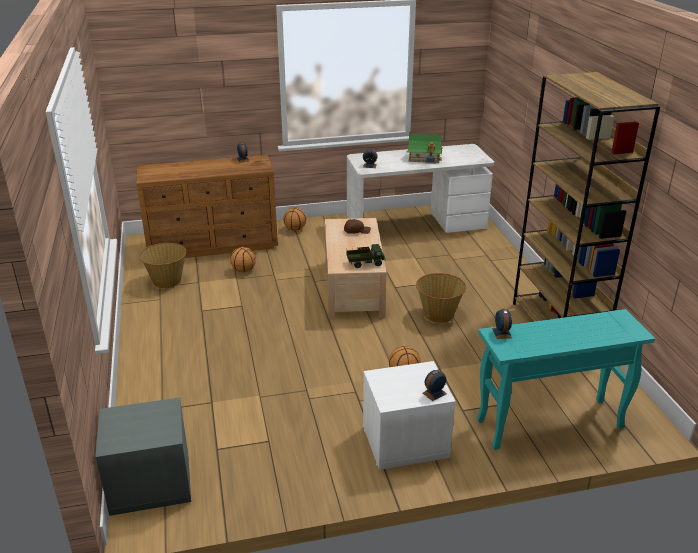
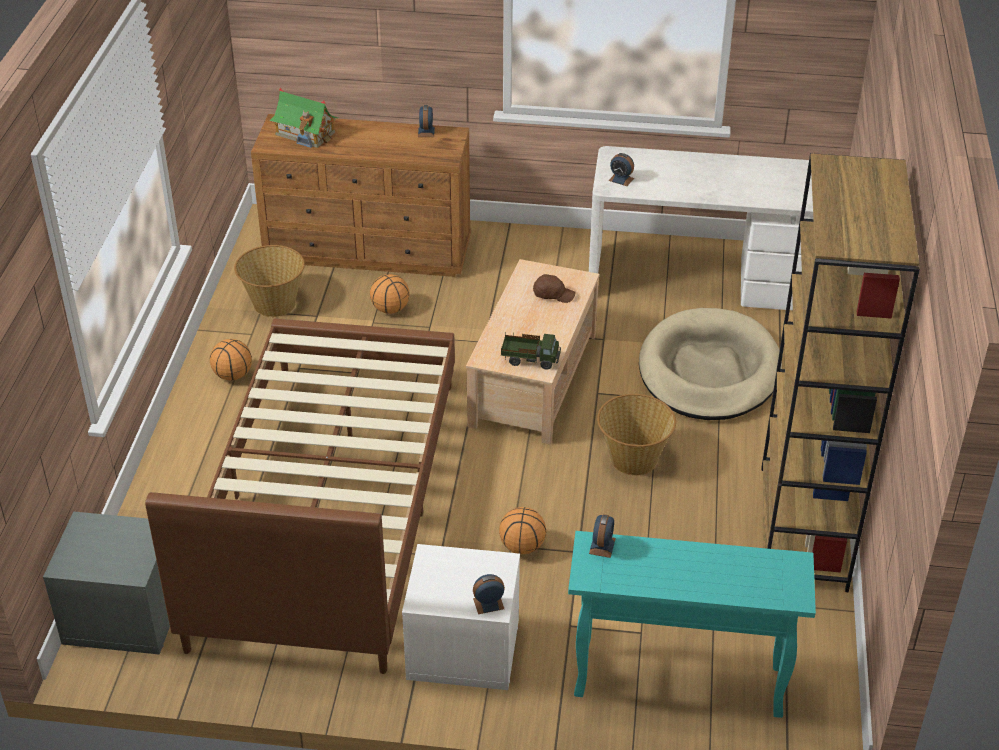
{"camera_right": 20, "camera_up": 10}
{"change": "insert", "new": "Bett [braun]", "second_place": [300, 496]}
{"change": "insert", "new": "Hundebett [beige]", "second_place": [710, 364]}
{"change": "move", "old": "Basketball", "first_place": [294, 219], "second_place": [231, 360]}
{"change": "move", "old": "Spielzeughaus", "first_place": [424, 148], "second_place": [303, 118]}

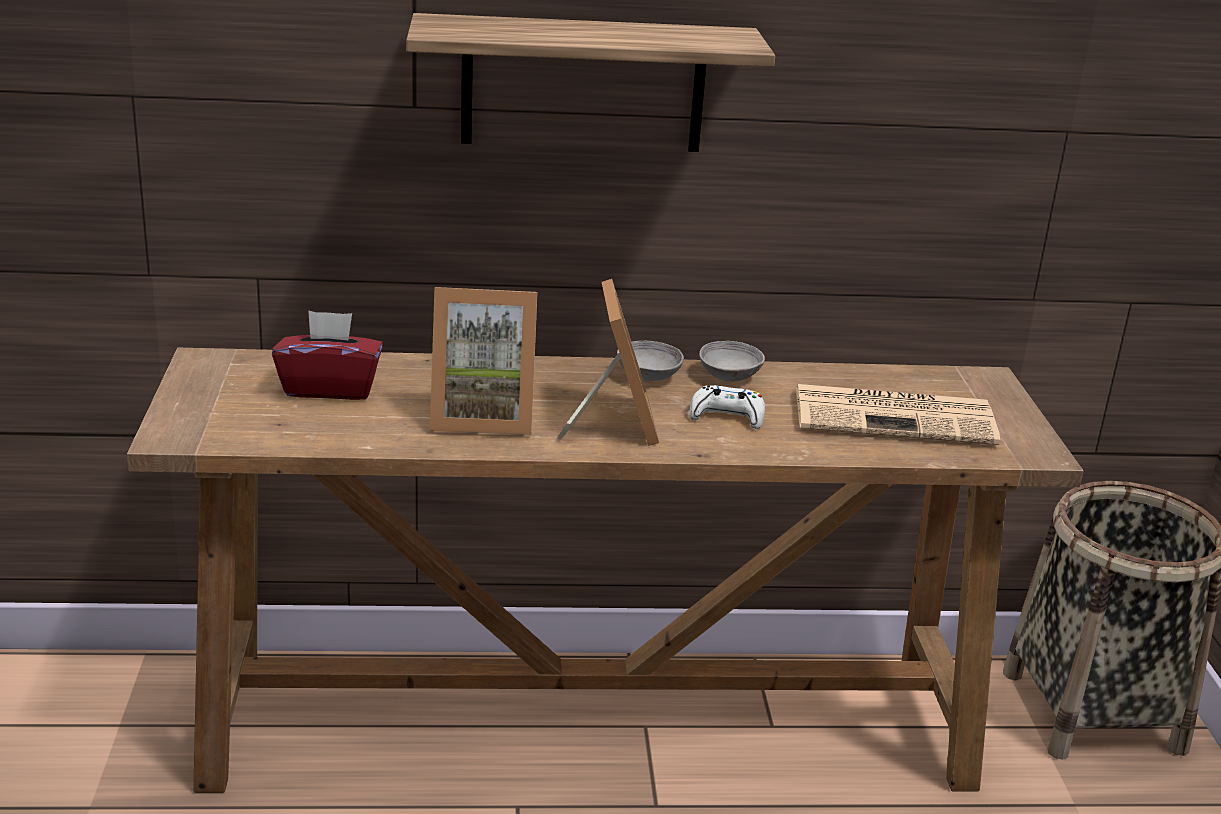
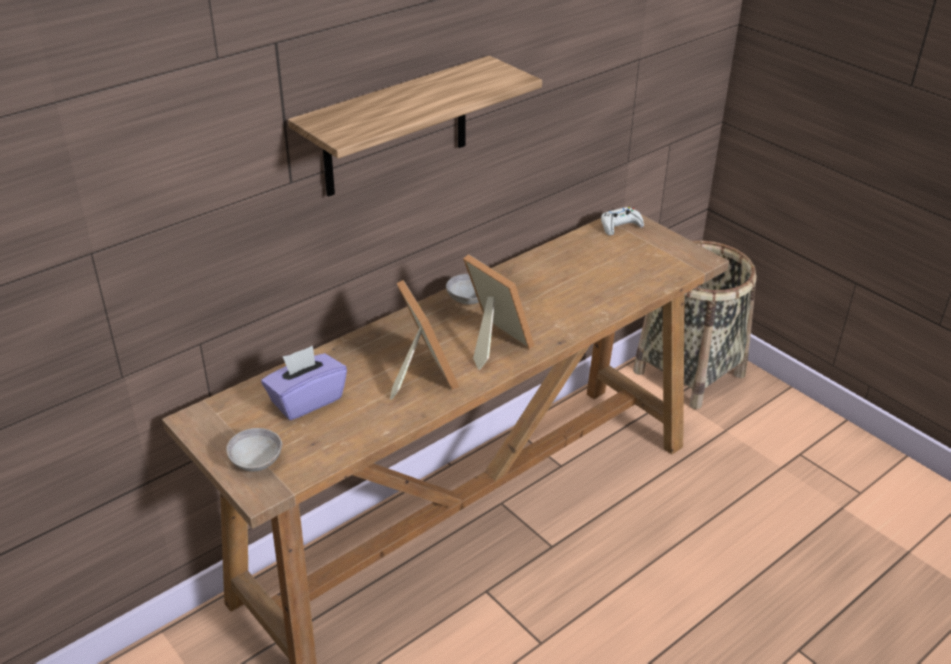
{"camera_right": -35, "camera_up": 10}
{"change": "delete", "old": "Zeitung", "first_place": [898, 414]}
{"change": "move", "old": "Gamepad [weiß]", "first_place": [727, 407], "second_place": [622, 221]}
{"change": "move", "old": "Schüssel [grau]", "first_place": [732, 361], "second_place": [254, 450]}
{"change": "recolor", "old": "Taschentuchbox [rot]", "new": "Taschentuchbox [lila]", "first_place": [327, 355], "second_place": [304, 382]}
{"change": "rotate", "old": "Bilderrahmen", "first_place": [484, 361], "second_place": [424, 340], "degrees": -75}

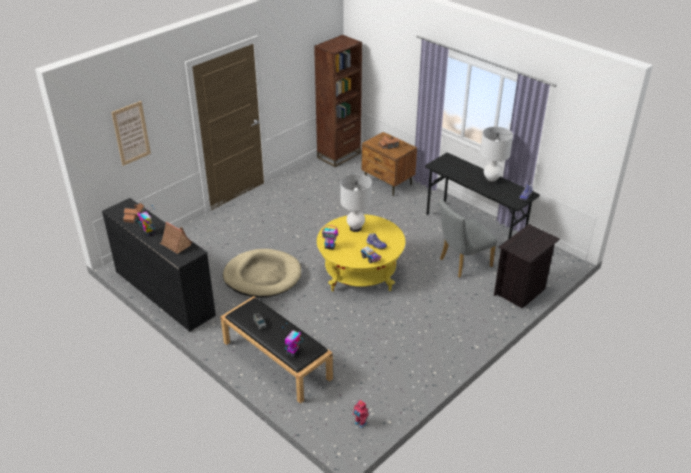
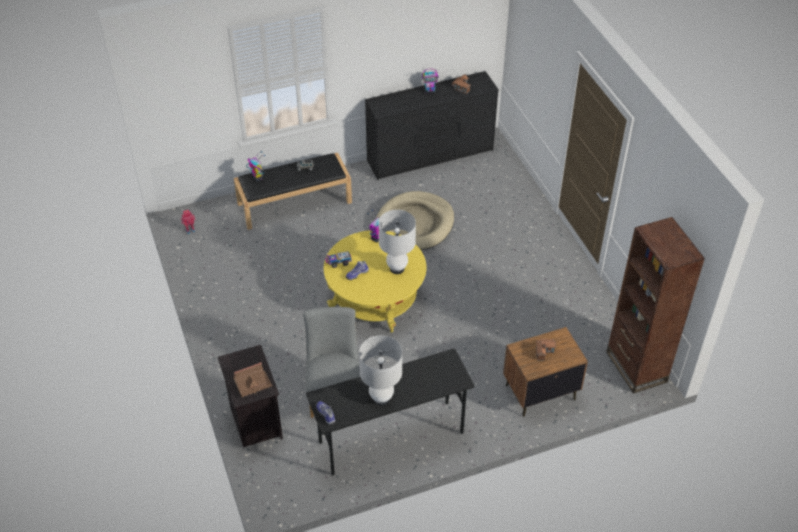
{"camera_right": 115, "camera_up": 10}
{"change": "delete", "old": "Bild", "first_place": [131, 133]}
{"change": "move", "old": "Spielzeughaus", "first_place": [176, 238], "second_place": [252, 379]}

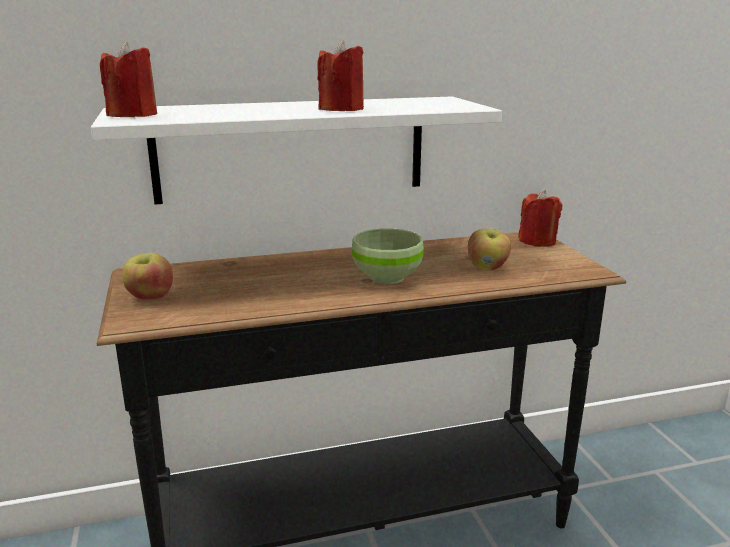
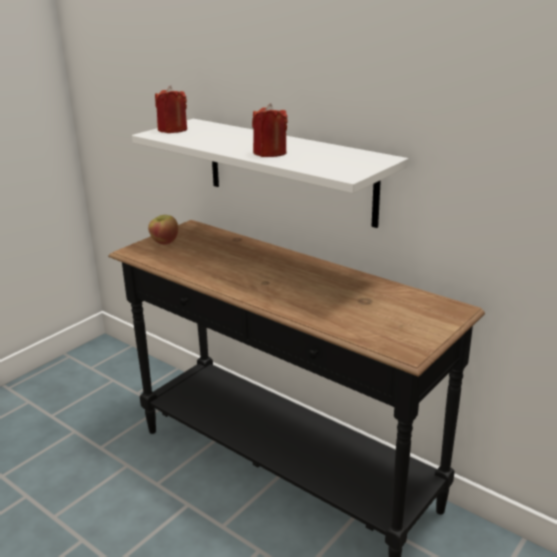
{"camera_right": 55, "camera_up": 5}
{"change": "delete", "old": "Schüssel [grün]", "first_place": [388, 256]}
{"change": "delete", "old": "Apfel", "first_place": [489, 249]}
{"change": "delete", "old": "Kerze [rot]", "first_place": [540, 218]}

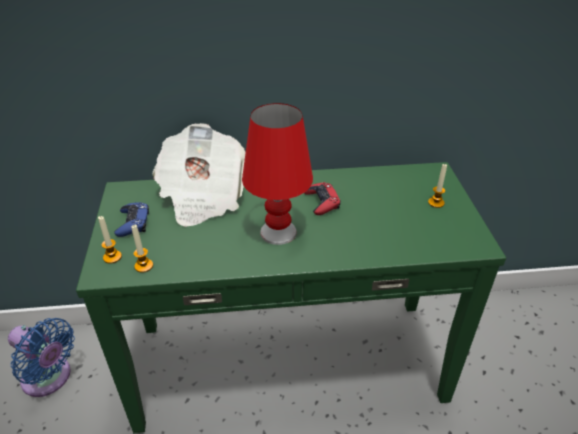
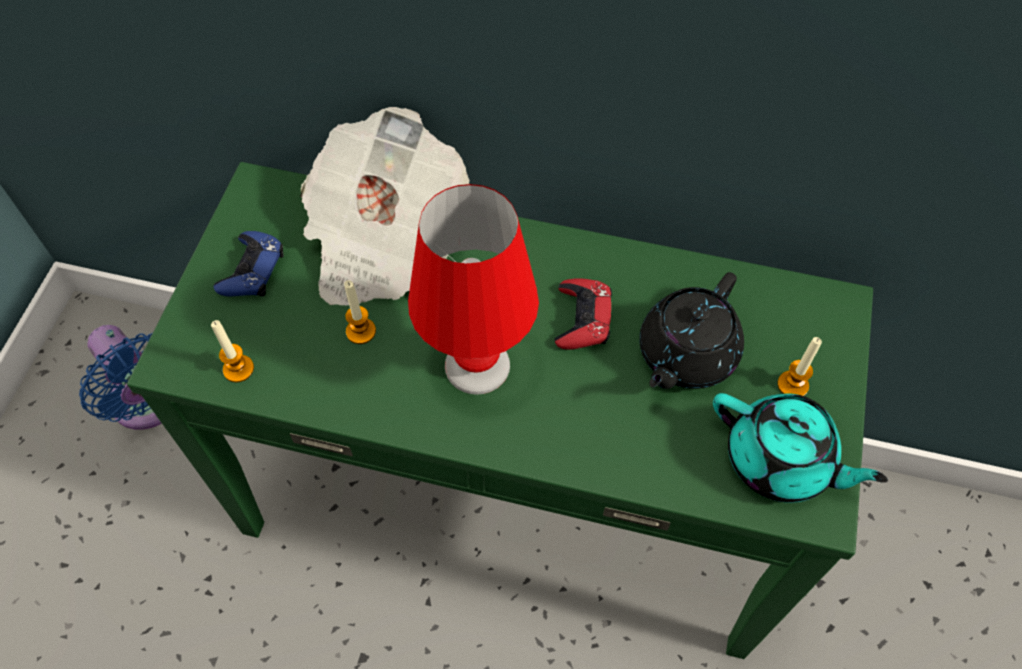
{"camera_right": 20, "camera_up": 20}
{"change": "insert", "new": "Teekanne [schwarz]", "second_place": [691, 330]}
{"change": "insert", "new": "Teekanne [türkis]", "second_place": [800, 448]}
{"change": "move", "old": "Kerze", "first_place": [110, 240], "second_place": [360, 312]}

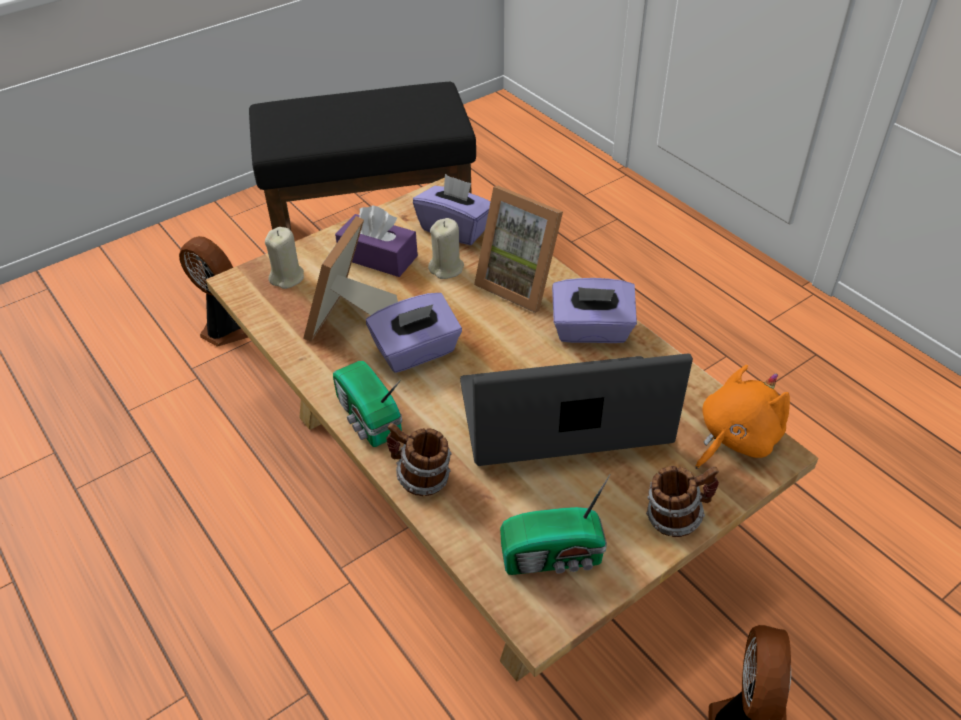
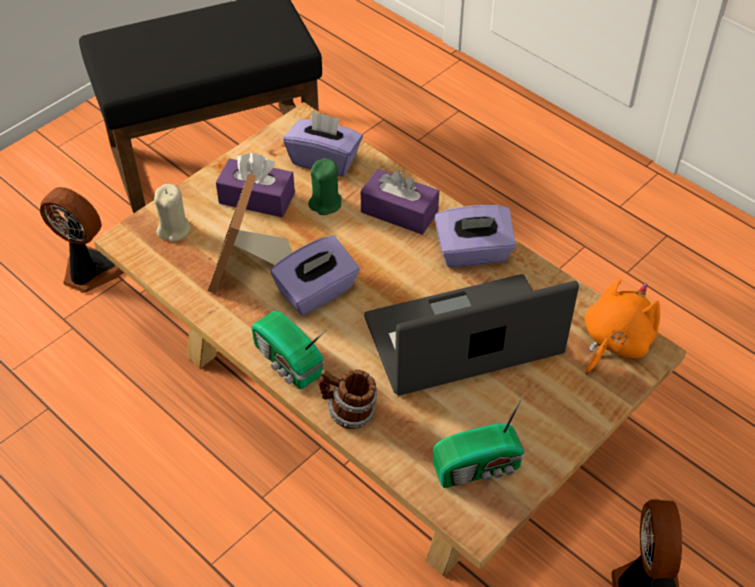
{"camera_right": -10, "camera_up": 5}
{"change": "delete", "old": "Henkelbecher", "first_place": [682, 501]}
{"change": "replace", "old": "Bilderrahmen", "new": "Taschentuchbox [lila]", "first_place": [518, 249], "second_place": [400, 202]}
{"change": "recolor", "old": "Kerze [beige]", "new": "Kerze [grün]", "first_place": [446, 248], "second_place": [325, 186]}

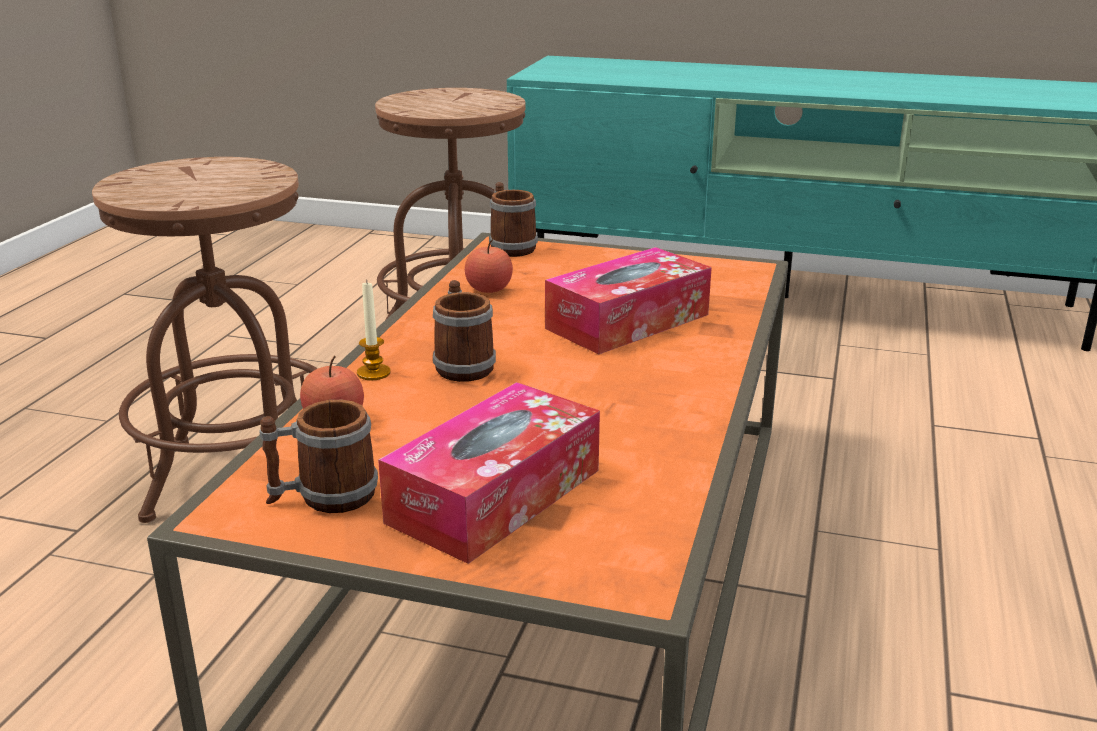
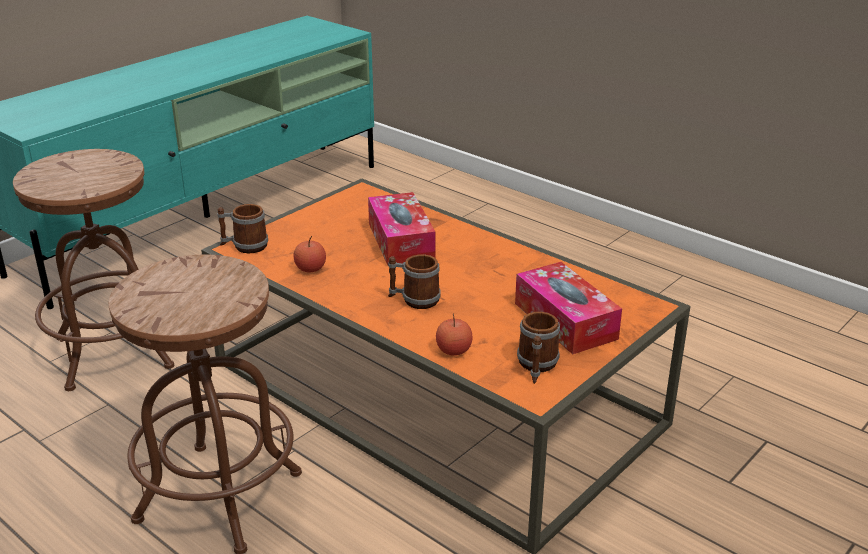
{"camera_right": -65, "camera_up": 5}
{"change": "delete", "old": "Kerze", "first_place": [374, 330]}

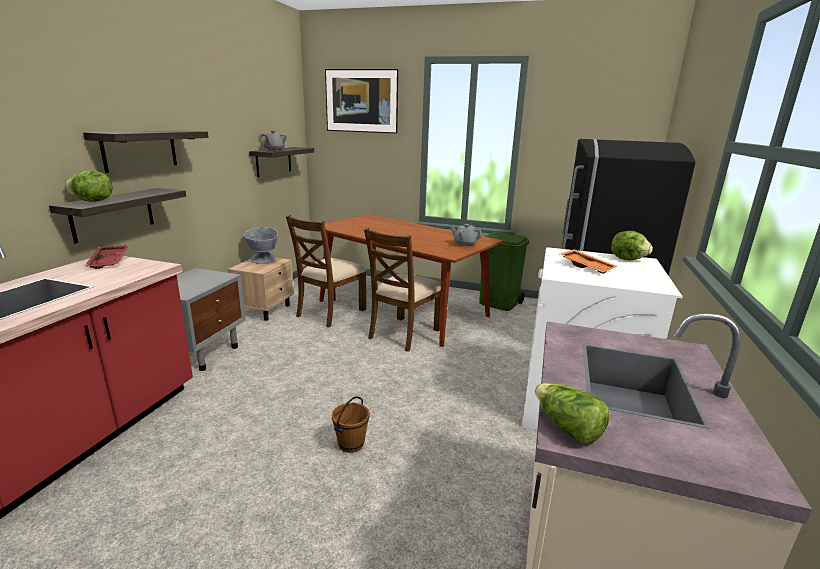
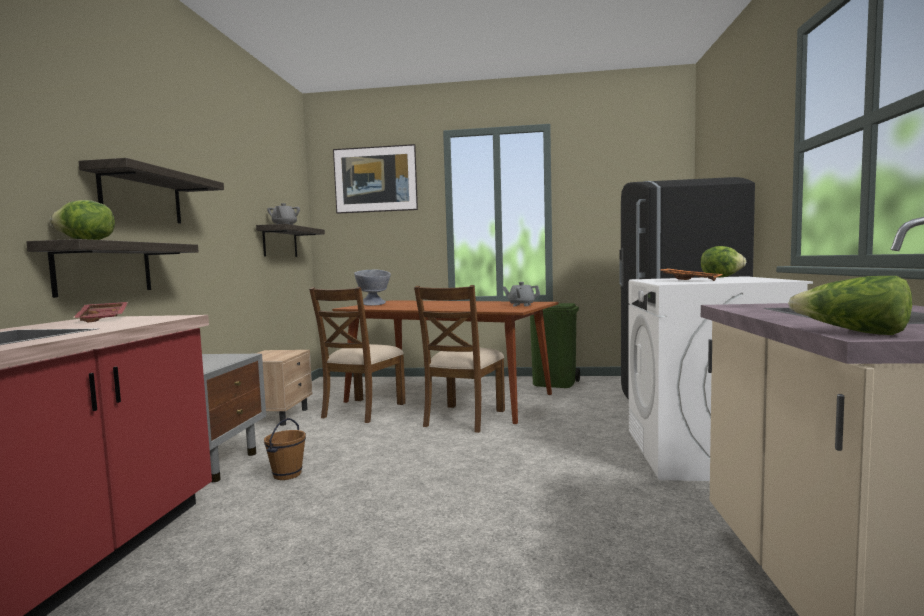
{"camera_right": -10, "camera_up": -15}
{"change": "move", "old": "Schüssel [grau]", "first_place": [261, 245], "second_place": [372, 288]}
{"change": "move", "old": "Eimer [braun]", "first_place": [351, 424], "second_place": [285, 449]}

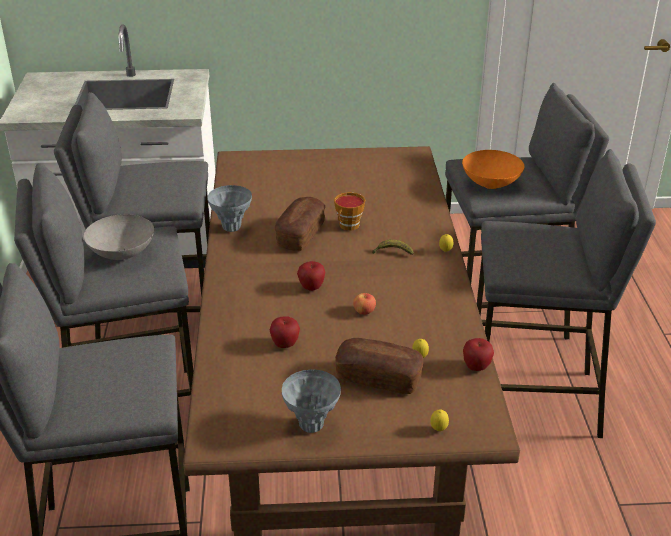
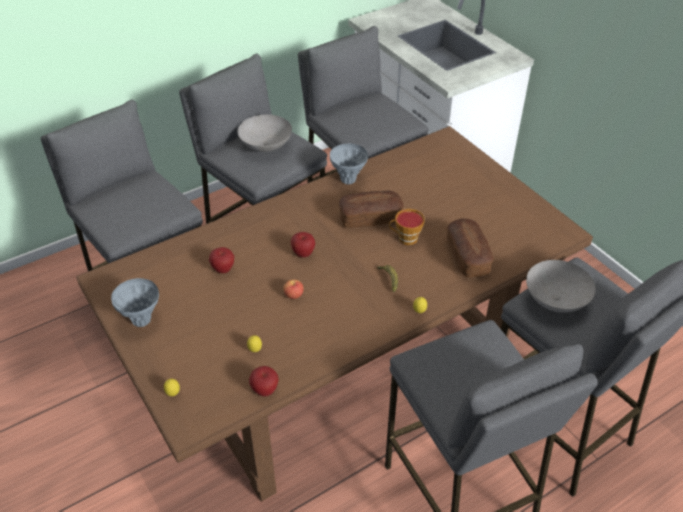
{"camera_right": 60, "camera_up": 10}
{"change": "move", "old": "Brot", "first_place": [379, 366], "second_place": [470, 247]}
{"change": "recolor", "old": "Schüssel [orange]", "new": "Schüssel [grau]", "first_place": [493, 169], "second_place": [561, 286]}

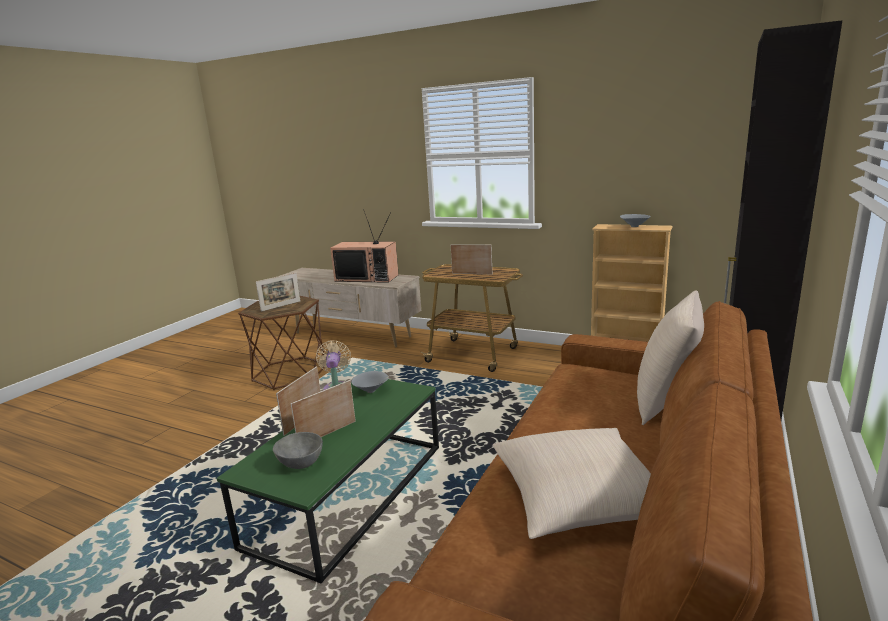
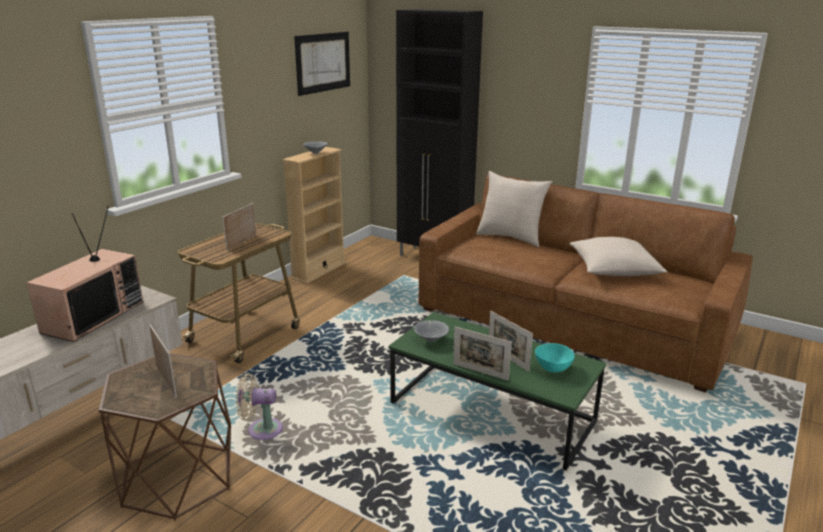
{"camera_right": -85, "camera_up": 5}
{"change": "insert", "new": "Bild", "second_place": [322, 64]}
{"change": "recolor", "old": "Schüssel [grau]", "new": "Schüssel [türkis]", "first_place": [298, 450], "second_place": [555, 357]}

